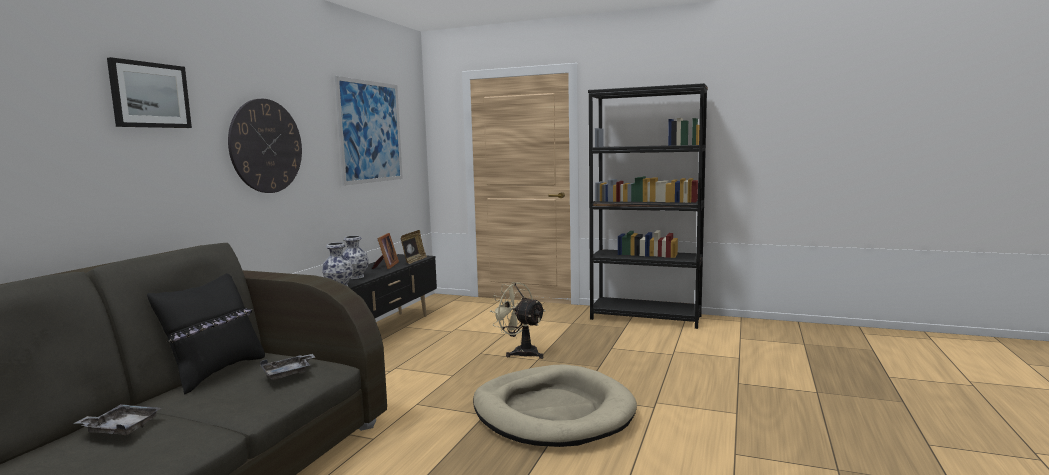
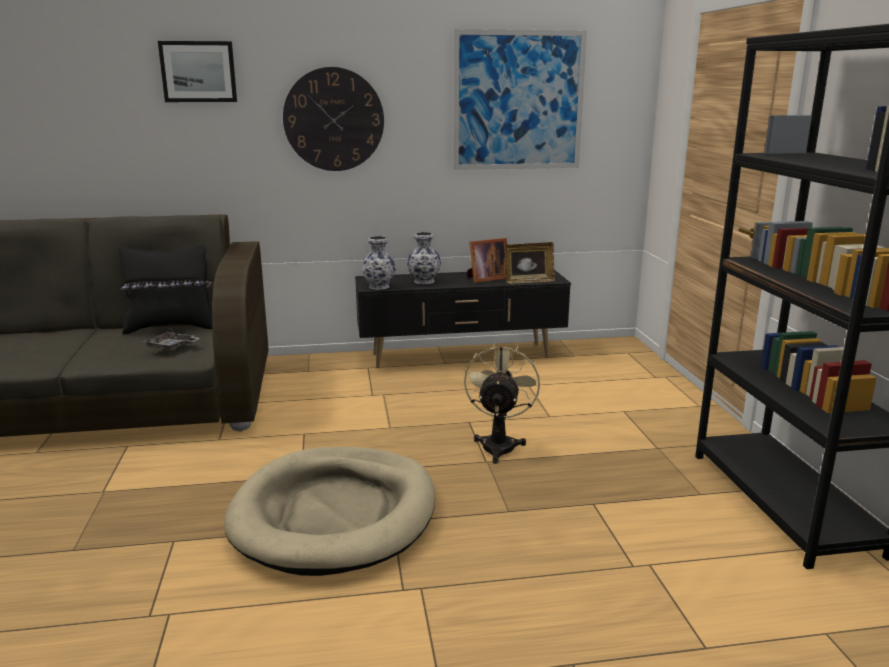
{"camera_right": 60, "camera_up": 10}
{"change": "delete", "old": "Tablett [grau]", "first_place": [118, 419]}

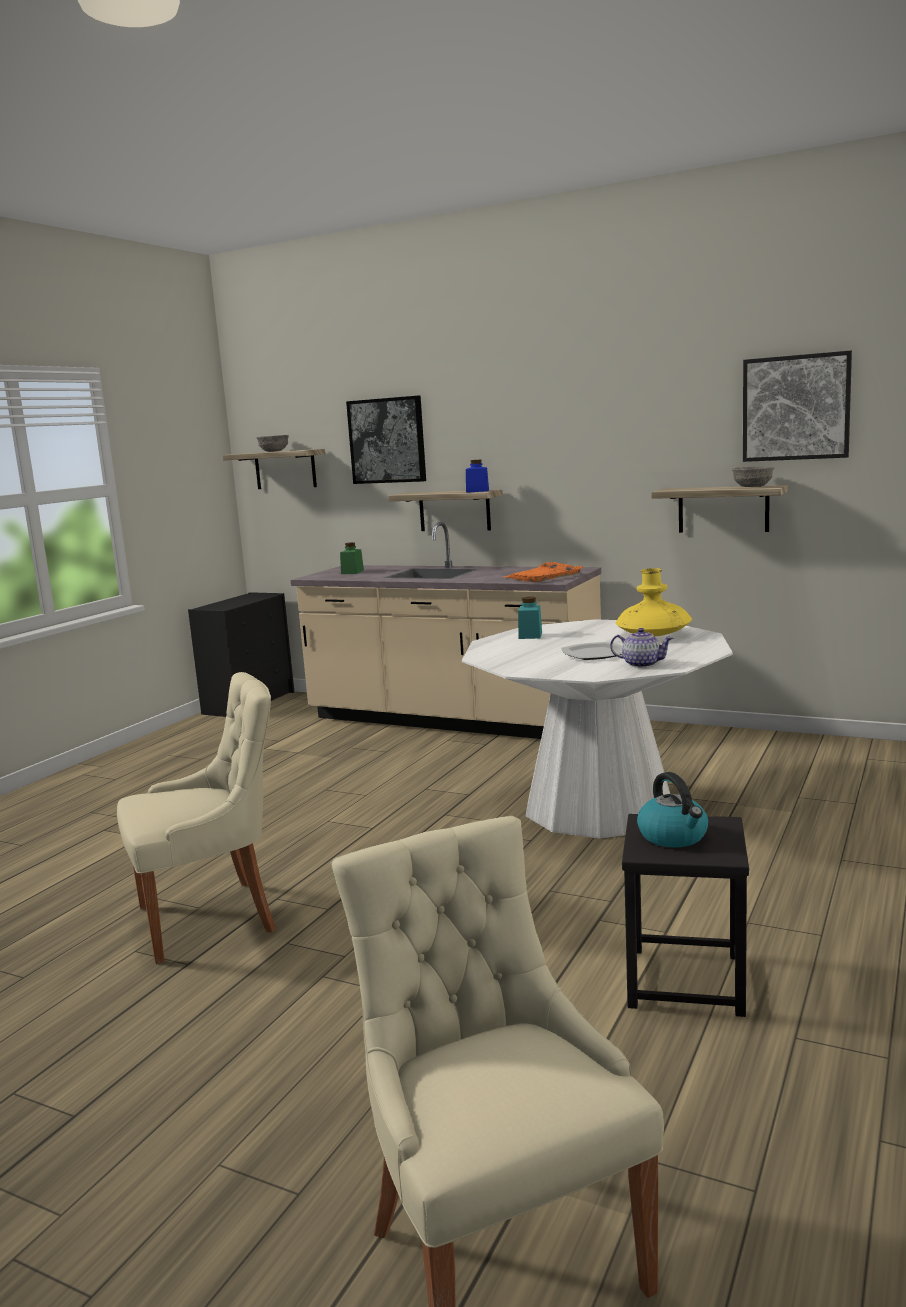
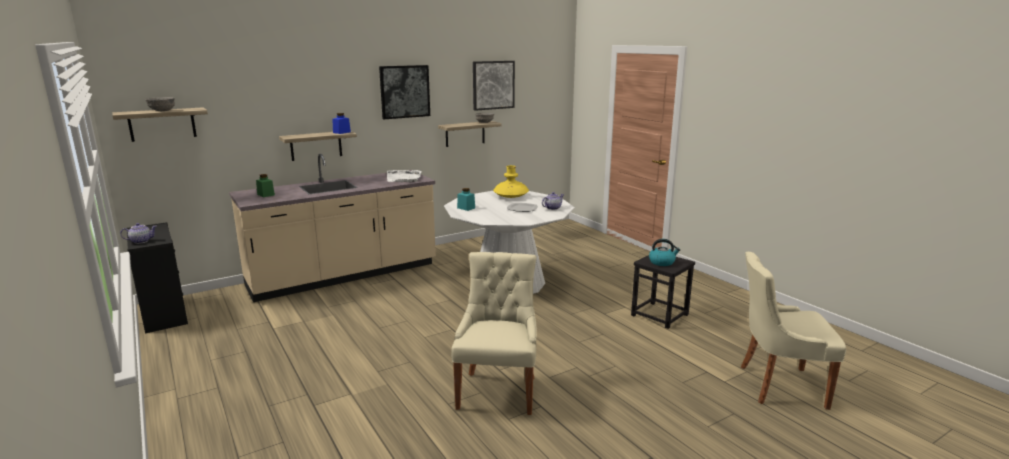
{"camera_right": -60, "camera_up": 5}
{"change": "insert", "new": "Teekanne", "second_place": [138, 233]}
{"change": "move", "old": "Bild", "first_place": [386, 440], "second_place": [404, 92]}
{"change": "recolor", "old": "Tablett [orange]", "new": "Tablett [weiß]", "first_place": [543, 572], "second_place": [404, 176]}

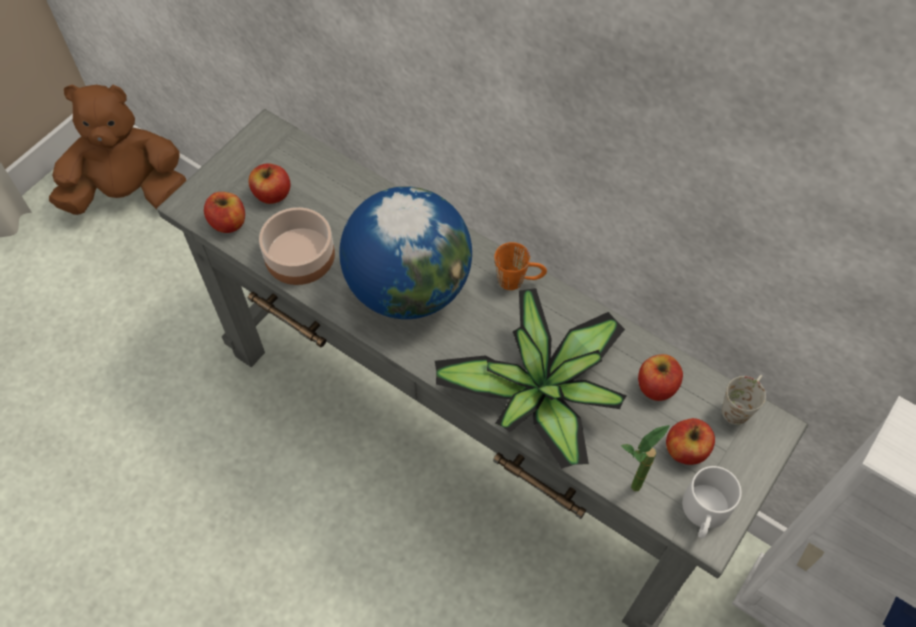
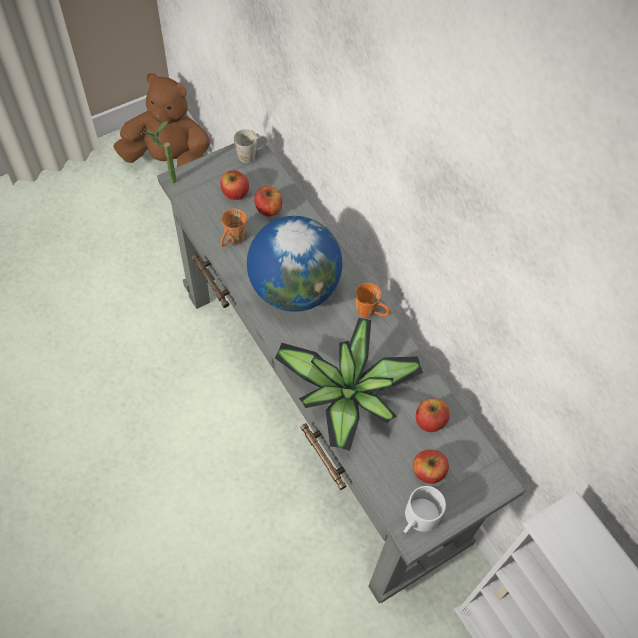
{"camera_right": 20, "camera_up": 0}
{"change": "move", "old": "Apfel", "first_place": [224, 212], "second_place": [268, 201]}
{"change": "move", "old": "Topfpflanze", "first_place": [645, 458], "second_place": [160, 152]}
{"change": "move", "old": "Henkelbecher [weiß]", "first_place": [744, 400], "second_place": [250, 146]}
{"change": "replace", "old": "Schüssel", "new": "Henkelbecher [orange]", "first_place": [297, 246], "second_place": [234, 228]}

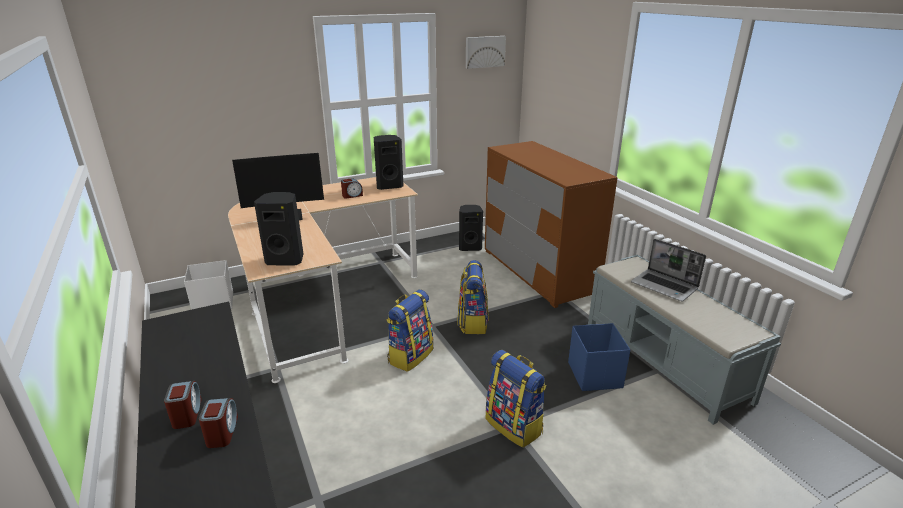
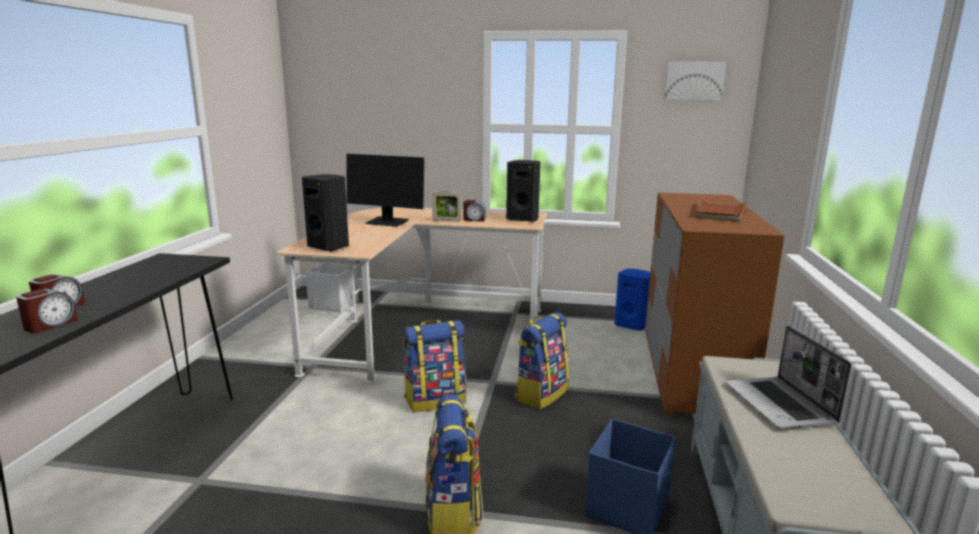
{"camera_right": 35, "camera_up": -10}
{"change": "insert", "new": "Bilderrahmen", "second_place": [447, 206]}
{"change": "insert", "new": "Tablett [braun]", "second_place": [721, 209]}
{"change": "recolor", "old": "Lautsprecher [schwarz]", "new": "Lautsprecher [blau]", "first_place": [471, 228], "second_place": [632, 300]}

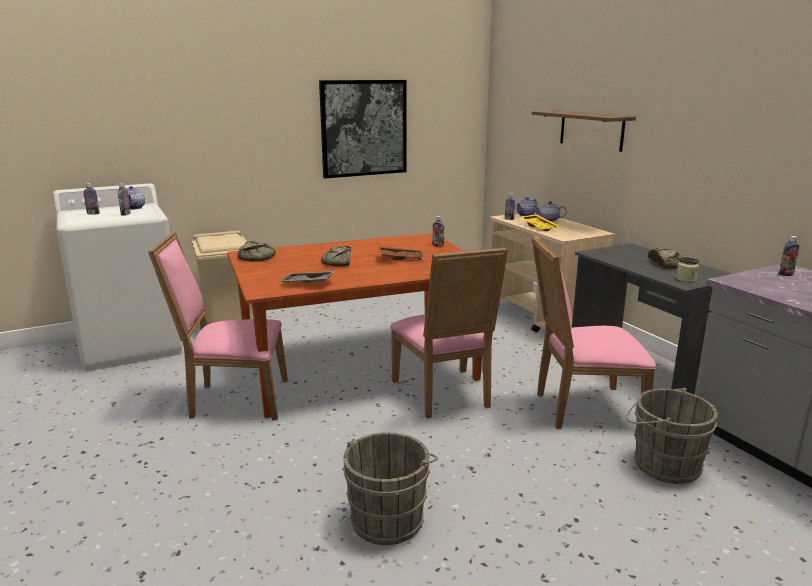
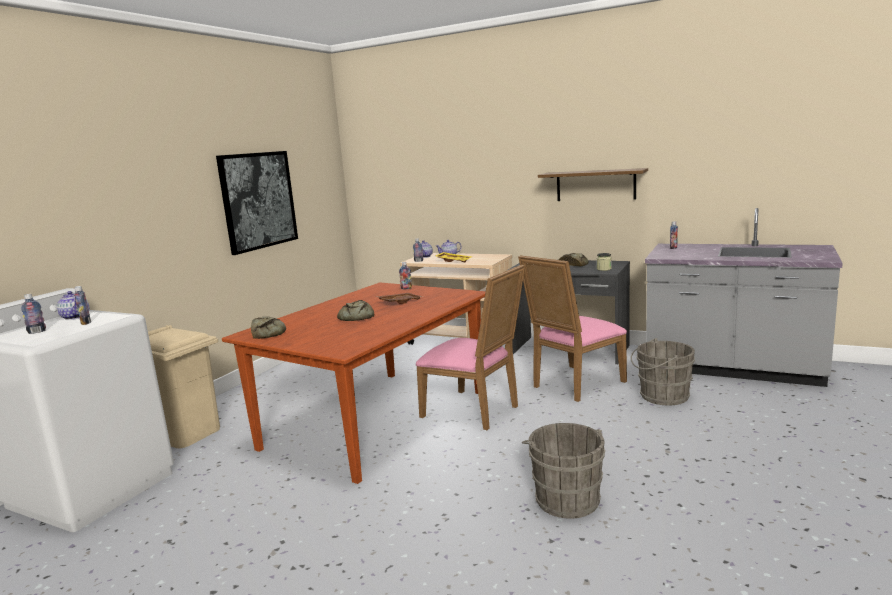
{"camera_right": -35, "camera_up": -5}
{"change": "delete", "old": "Stuhl [rosa]", "first_place": [218, 326]}
{"change": "delete", "old": "Tablett [grau]", "first_place": [307, 276]}
{"change": "move", "old": "Wandregal", "first_place": [584, 131], "second_place": [593, 184]}

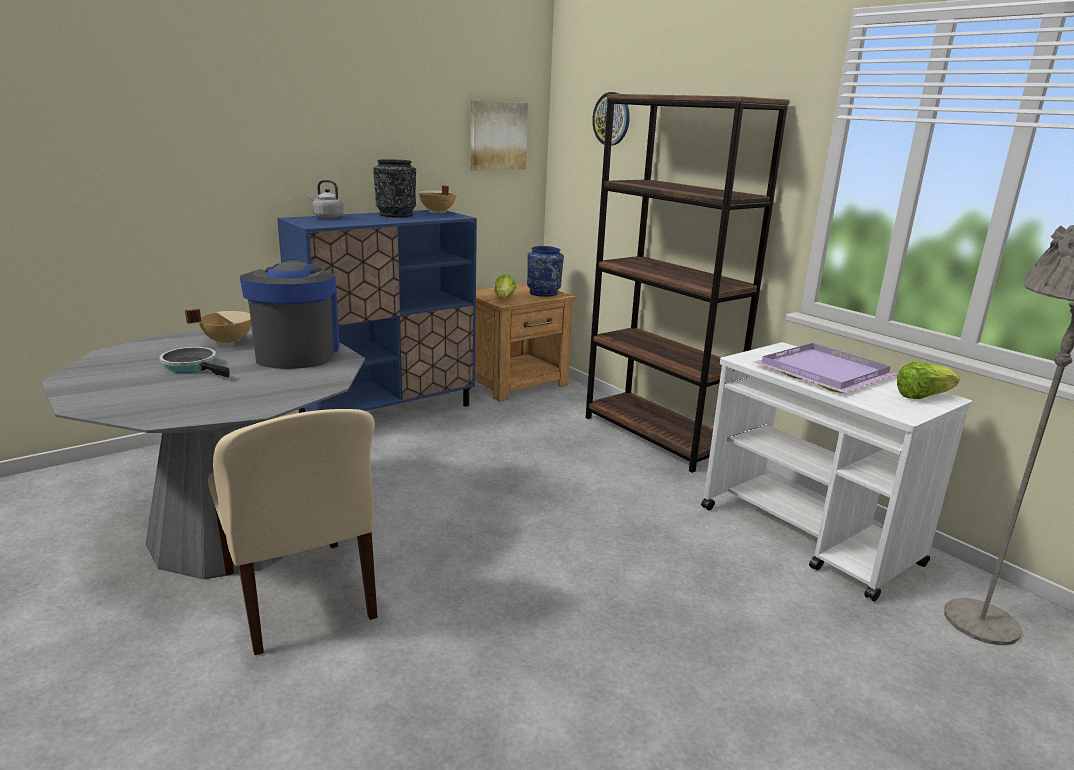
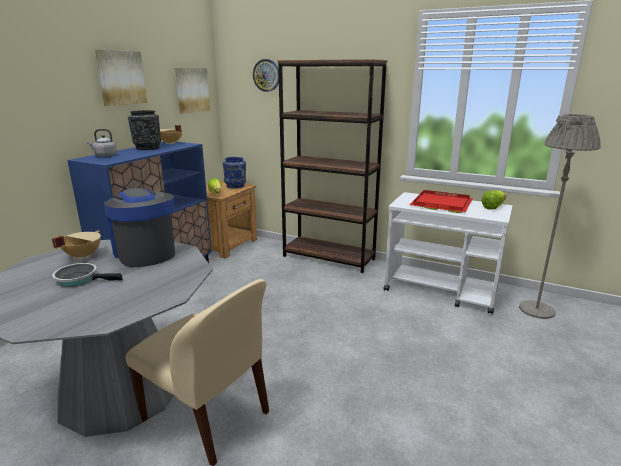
{"camera_right": -25, "camera_up": 0}
{"change": "insert", "new": "Bild", "second_place": [121, 78]}
{"change": "recolor", "old": "Tablett [lila]", "new": "Tablett [rot]", "first_place": [826, 368], "second_place": [441, 201]}

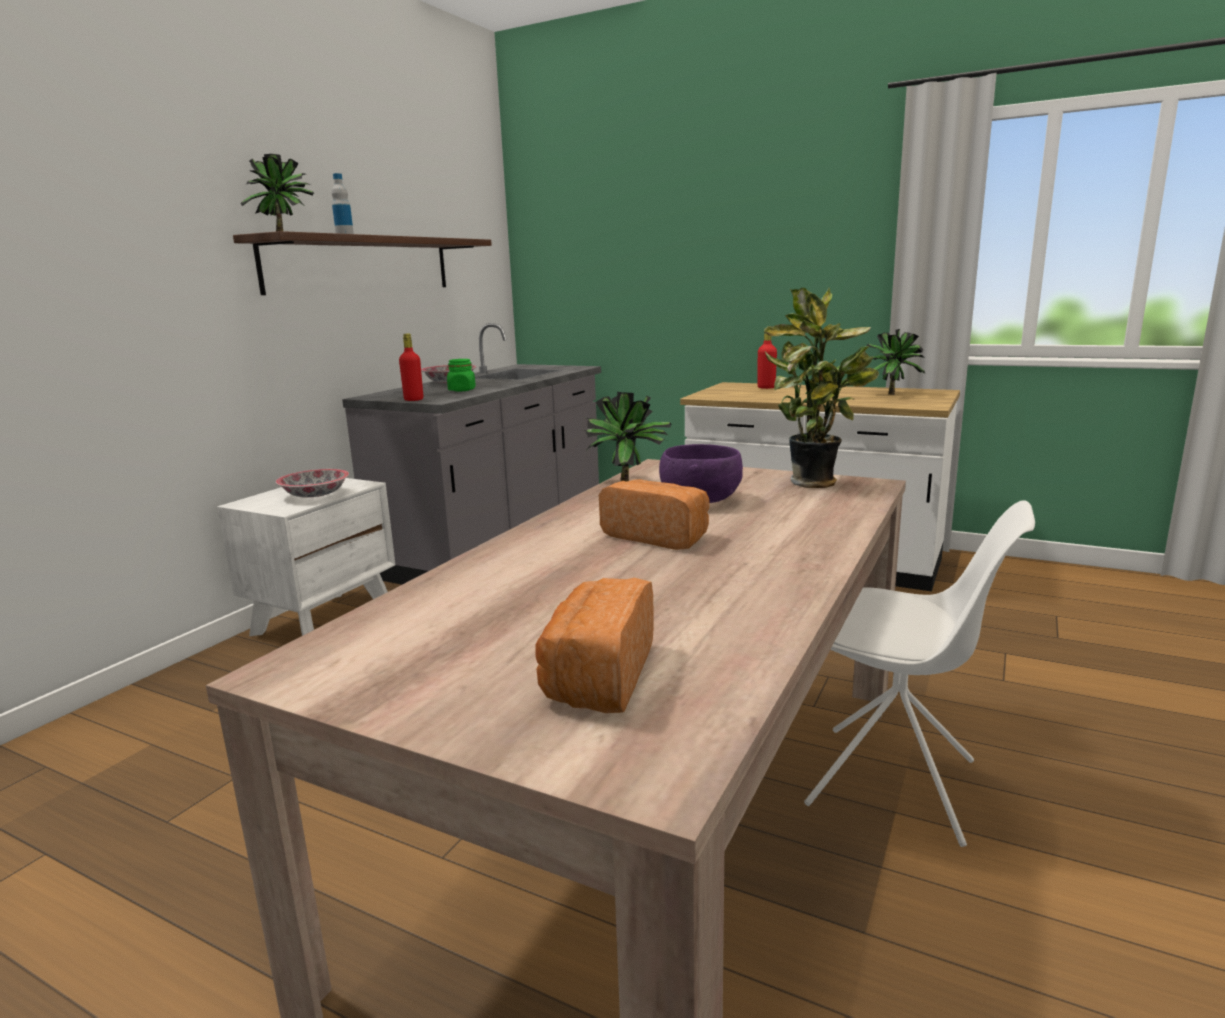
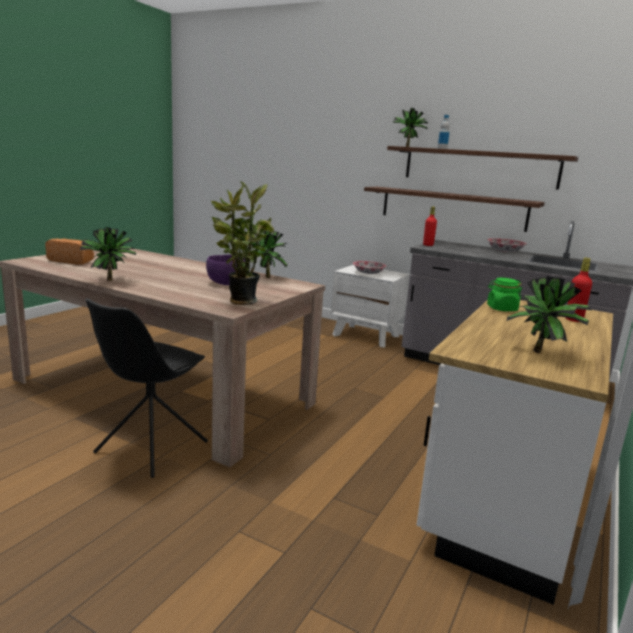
{"camera_right": 90, "camera_up": 0}
{"change": "delete", "old": "Brot", "first_place": [654, 514]}
{"change": "insert", "new": "Topfpflanze", "second_place": [108, 254]}
{"change": "insert", "new": "Wandregal", "second_place": [454, 209]}
{"change": "move", "old": "Vorratsglas [grün]", "first_place": [461, 375], "second_place": [504, 294]}
{"change": "recolor", "old": "Stuhl [weiß]", "new": "Stuhl [schwarz]", "first_place": [919, 673], "second_place": [146, 388]}

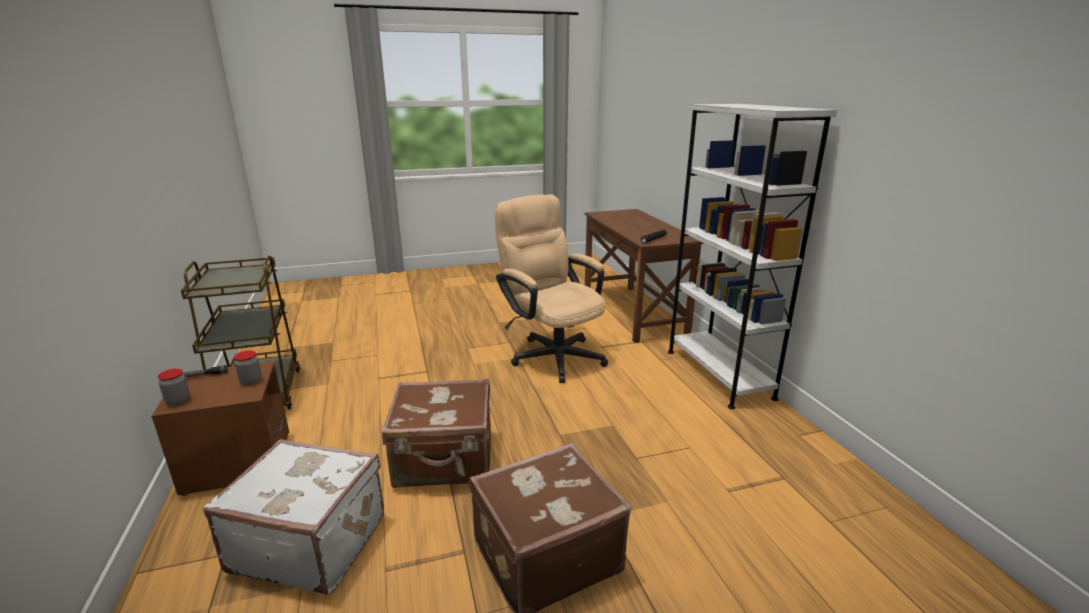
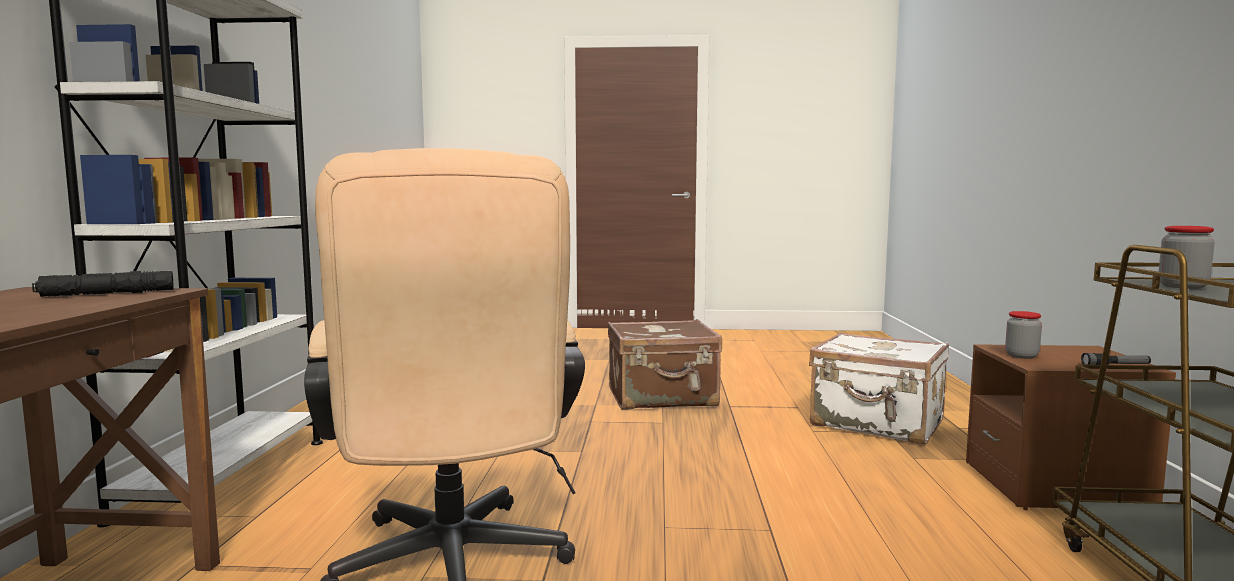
{"camera_right": -160, "camera_up": -15}
{"change": "delete", "old": "Koffer [braun]", "first_place": [436, 433]}
{"change": "move", "old": "Vorratsglas", "first_place": [174, 387], "second_place": [1186, 257]}

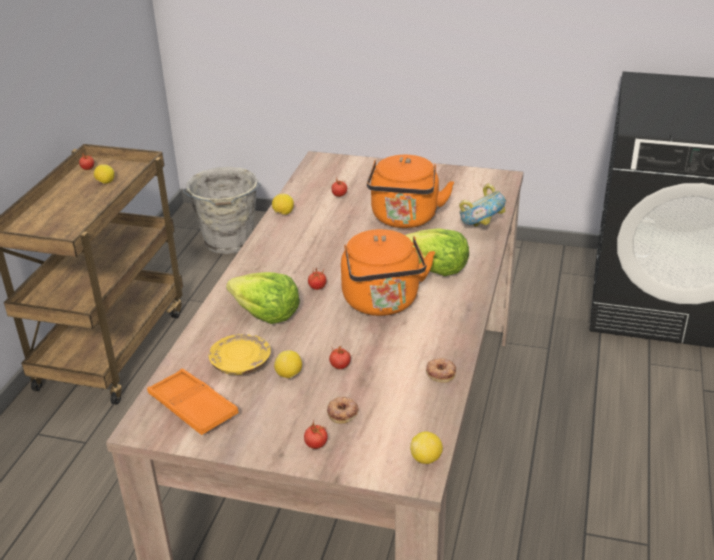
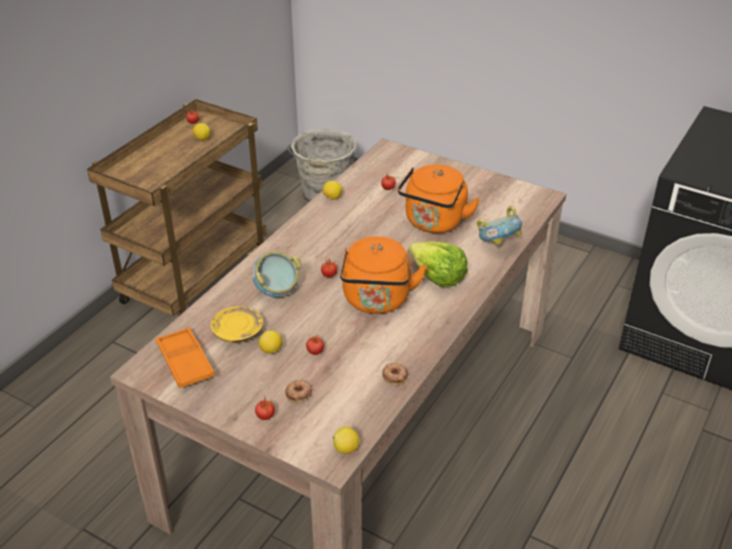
{"camera_right": 15, "camera_up": 5}
{"change": "replace", "old": "Salatkopf", "new": "Schüssel", "first_place": [263, 298], "second_place": [277, 274]}

